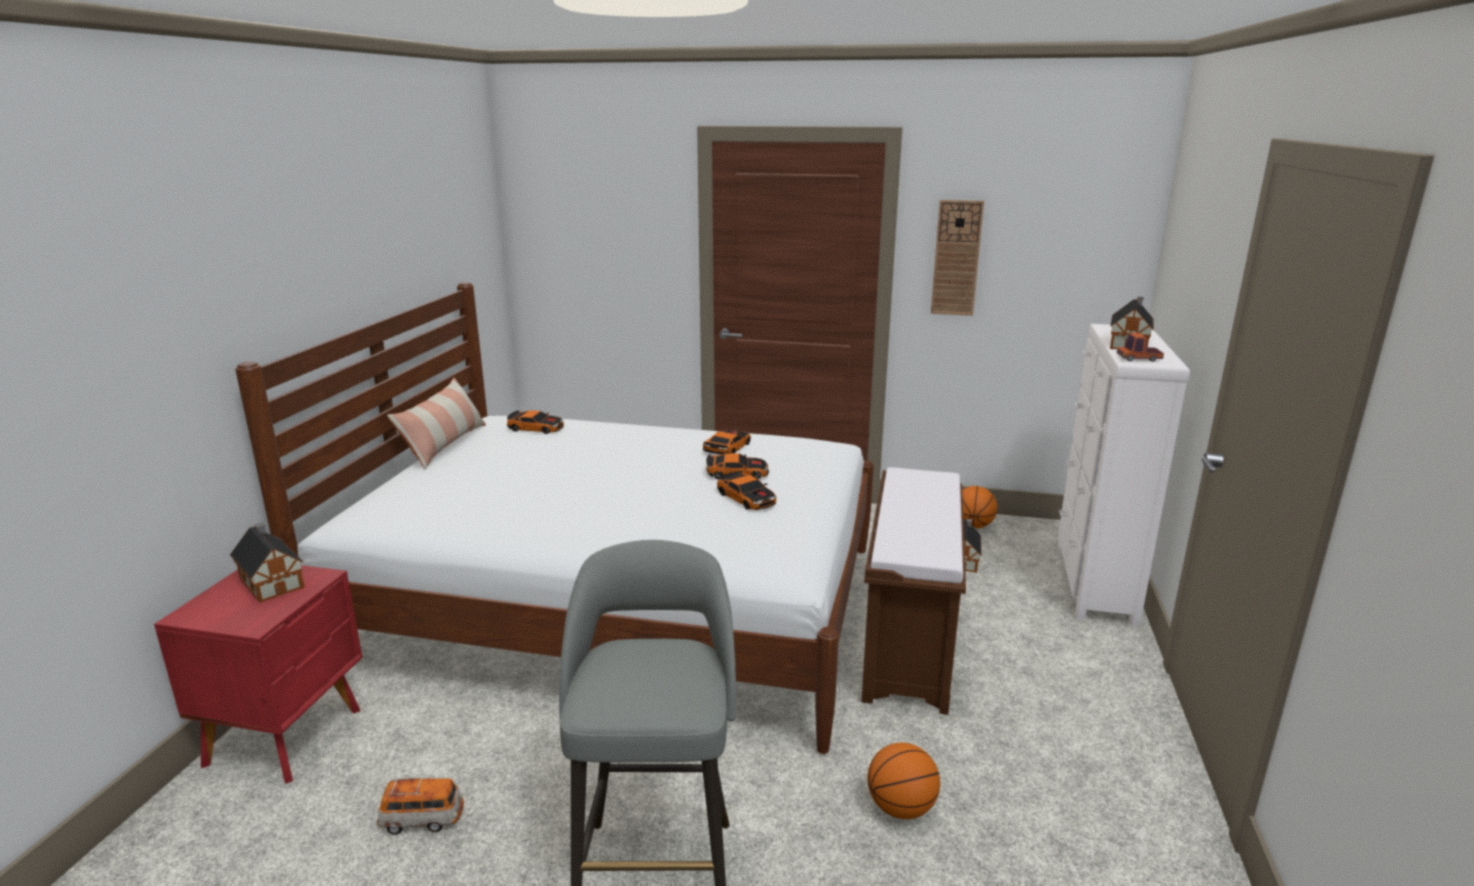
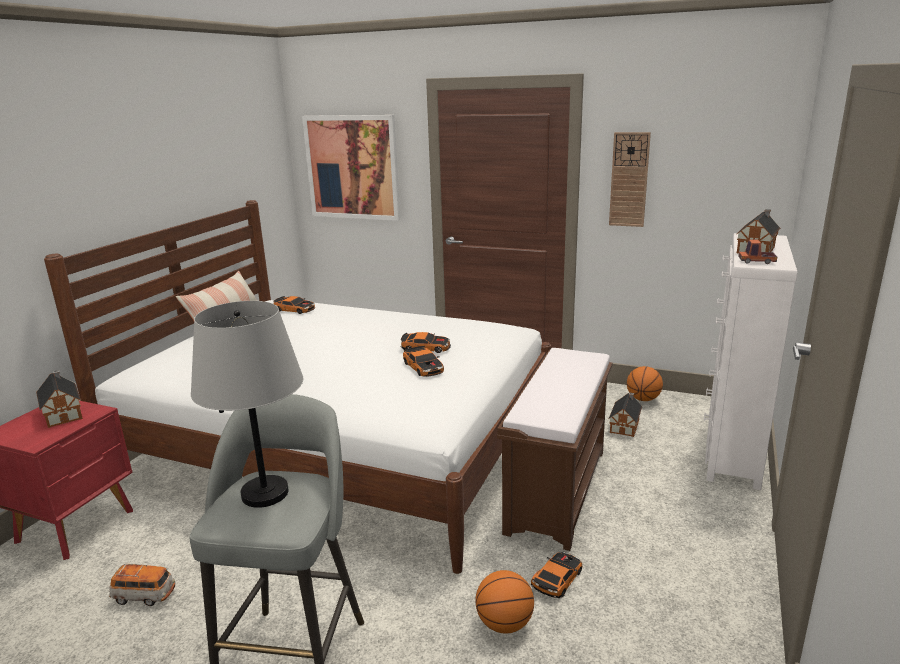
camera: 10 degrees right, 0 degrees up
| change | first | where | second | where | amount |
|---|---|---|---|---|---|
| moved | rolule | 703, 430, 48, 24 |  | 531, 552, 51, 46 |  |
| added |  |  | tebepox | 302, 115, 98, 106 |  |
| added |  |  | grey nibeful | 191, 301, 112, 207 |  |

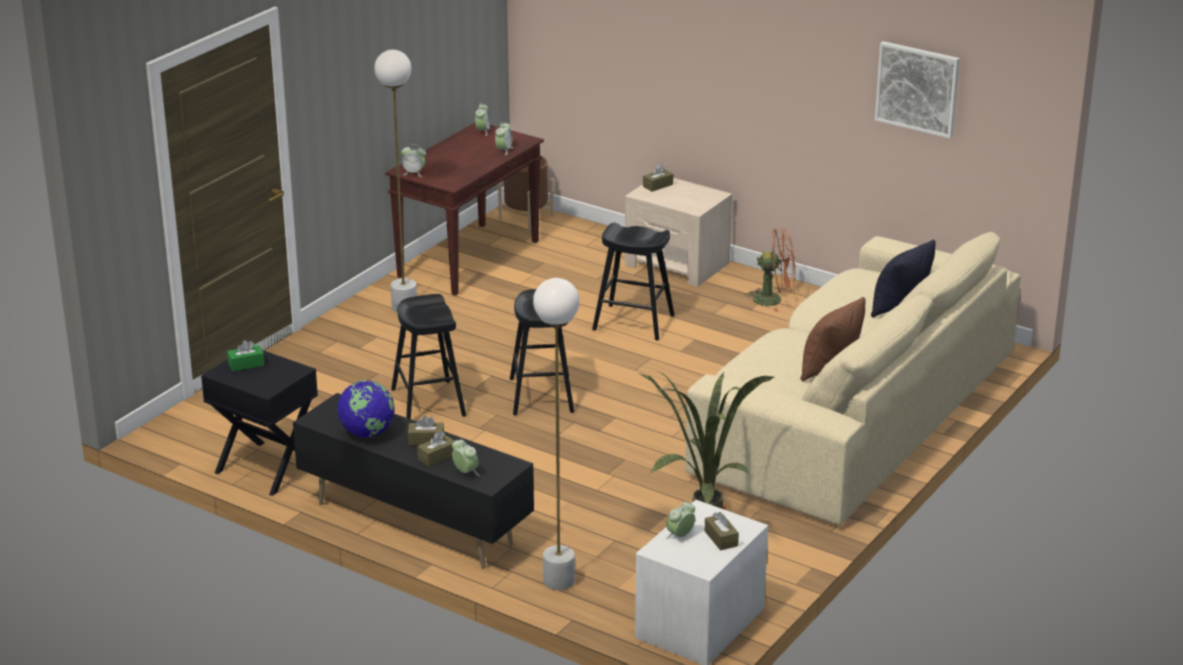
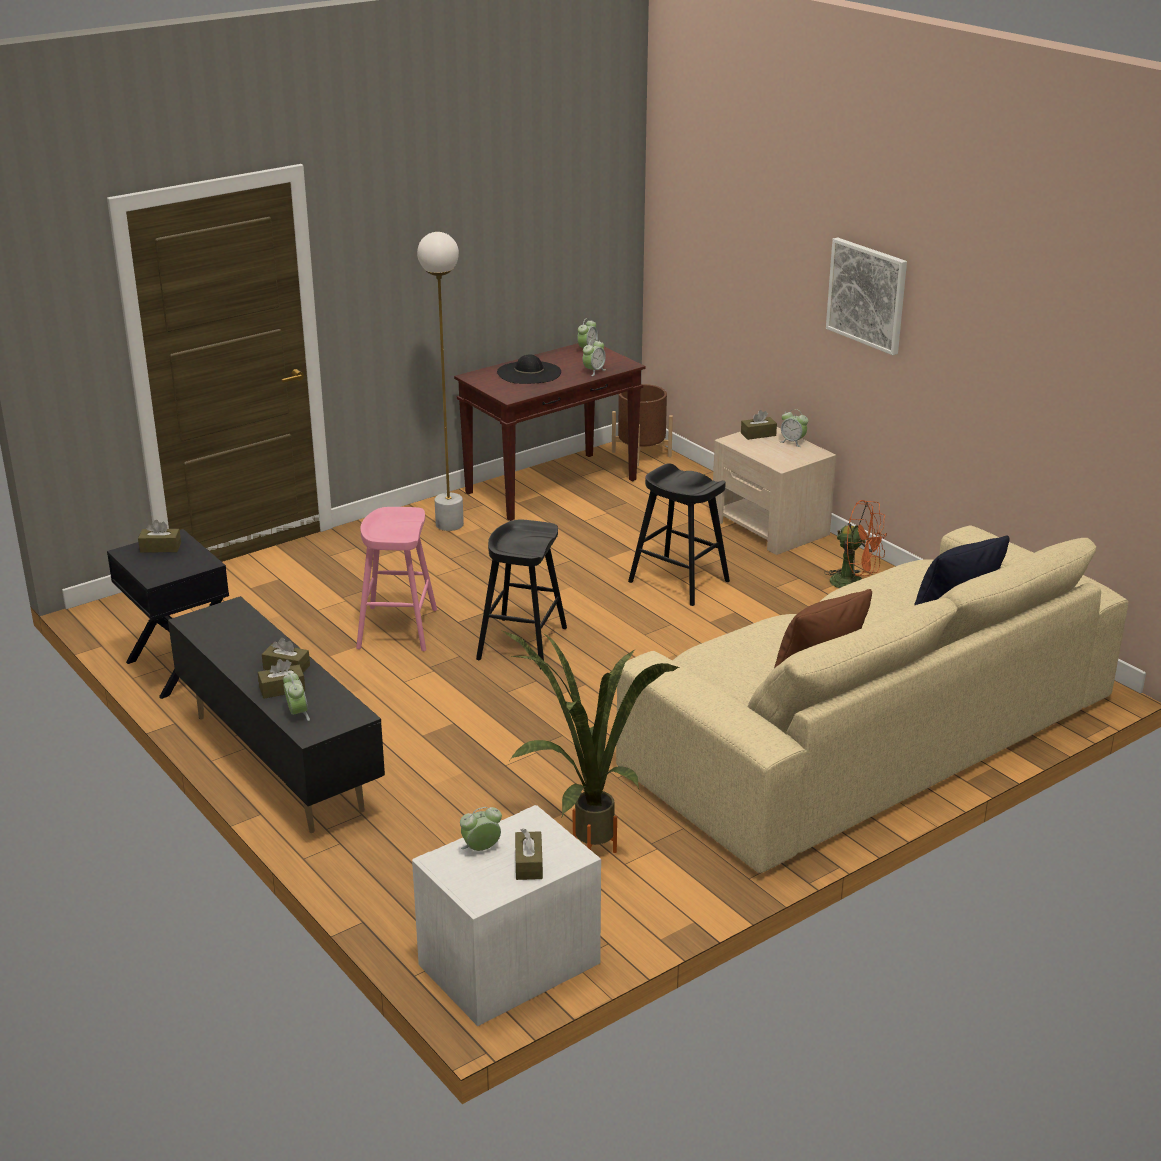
camera: 20 degrees right, 0 degrees up
| change | first | where | second | where | amount |
|---|---|---|---|---|---|
| moved | tebepox | 875, 41, 85, 98 |  | 826, 237, 81, 118 |  |
| moved | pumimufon | 401, 144, 25, 33 |  | 780, 409, 28, 38 |  |
| removed | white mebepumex | 533, 278, 47, 312 |  |  |  |
| recoloured | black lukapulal | 391, 294, 75, 125 | pink lukapulal | 356, 507, 81, 144 |  |
| recoloured | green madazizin | 227, 340, 38, 31 | brown madazizin | 138, 520, 43, 33 |  |
| removed | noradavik | 337, 380, 58, 58 |  |  |  |
| added |  |  | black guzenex | 497, 354, 64, 30 |  |

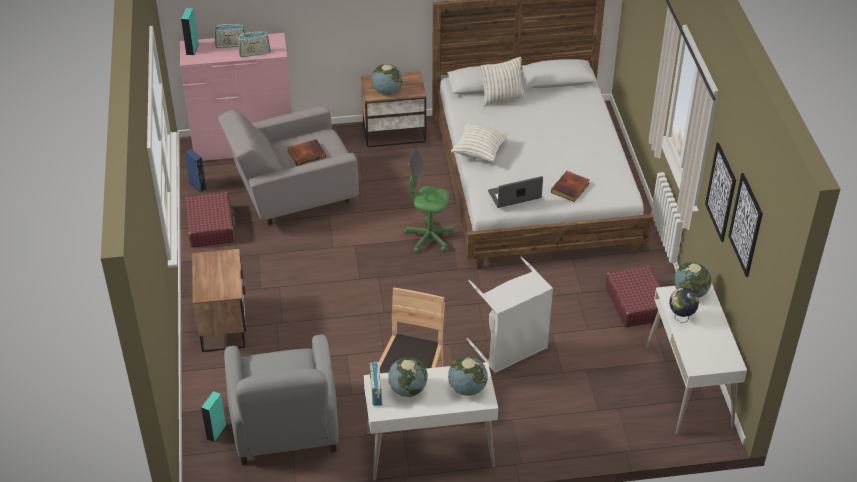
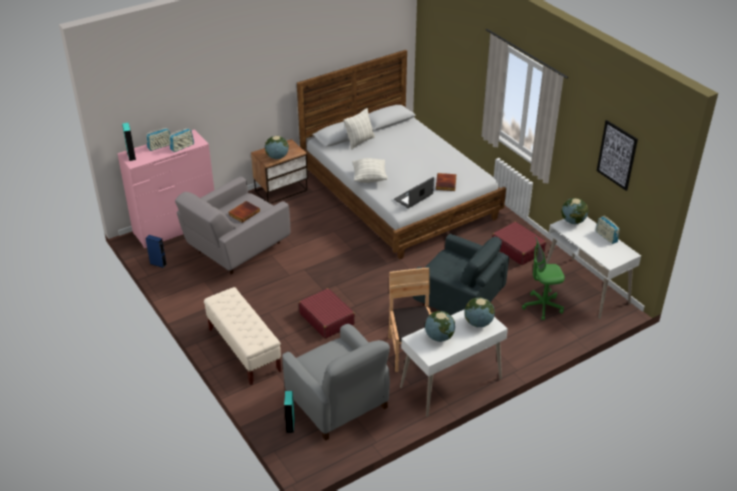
camera: 25 degrees left, 5 degrees down
| change | first | where | second | where | amount |
|---|---|---|---|---|---|
| removed | tebepox | 705, 143, 31, 99 |  |  |  |
| moved | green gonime | 404, 149, 50, 104 |  | 522, 237, 43, 83 |  |
| moved | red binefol | 185, 192, 50, 56 |  | 299, 288, 56, 51 |  |
| replaced | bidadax | 192, 249, 54, 103 | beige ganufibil | 204, 287, 77, 98 |  |
| replaced | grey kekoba | 467, 257, 86, 116 | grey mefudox | 413, 234, 96, 81 |  |
| removed | noradavik | 669, 288, 30, 35 |  |  |  |
| moved | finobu | 369, 362, 13, 44 |  | 596, 215, 24, 29 |  |

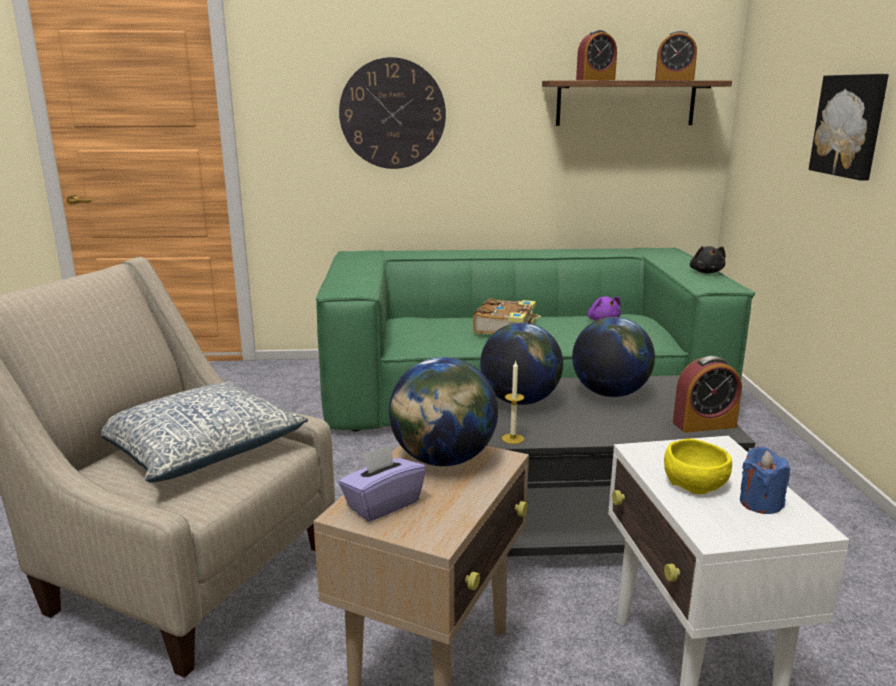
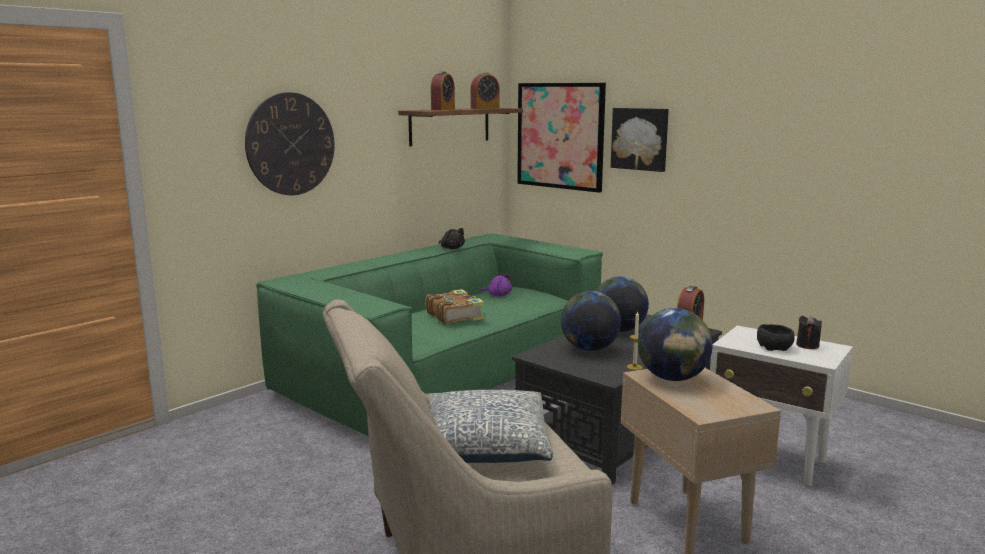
camera: 45 degrees left, 5 degrees down
| change | first | where | second | where | amount |
|---|---|---|---|---|---|
| moved | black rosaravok | 690, 246, 36, 27 |  | 439, 228, 26, 21 |  |
| recoloured | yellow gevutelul | 664, 439, 68, 55 | black gevutelul | 757, 324, 38, 27 |  |
| removed | purple madazizin | 339, 444, 87, 78 |  |  |  |
| recoloured | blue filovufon | 740, 447, 50, 67 | black filovufon | 796, 316, 26, 33 |  |
| added |  |  | tebepox | 517, 83, 89, 110 |  |

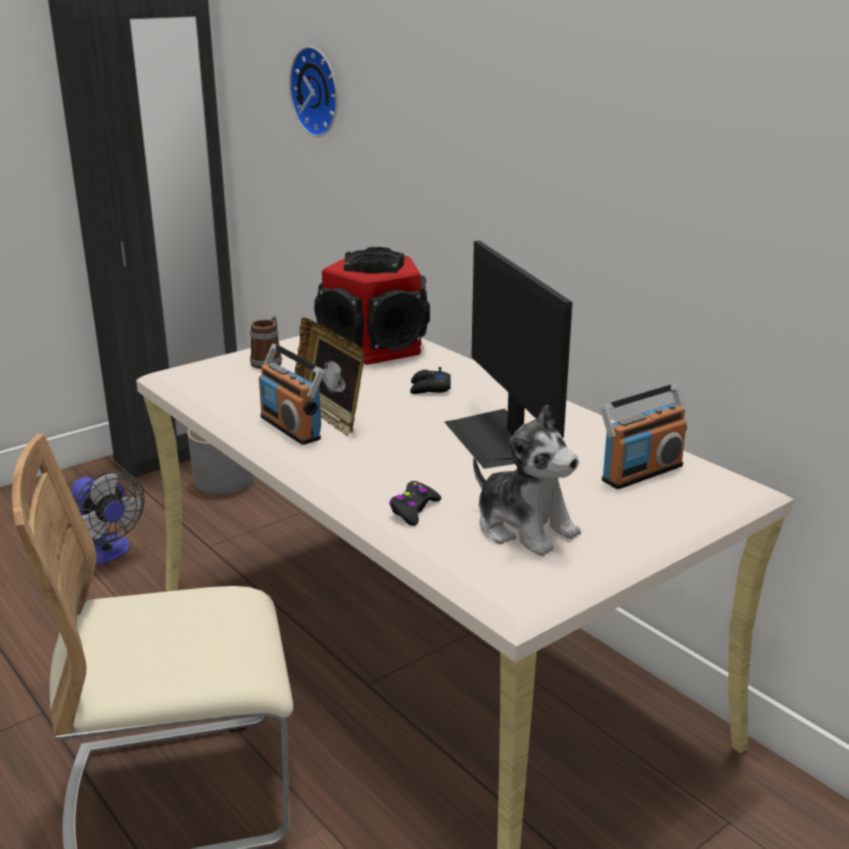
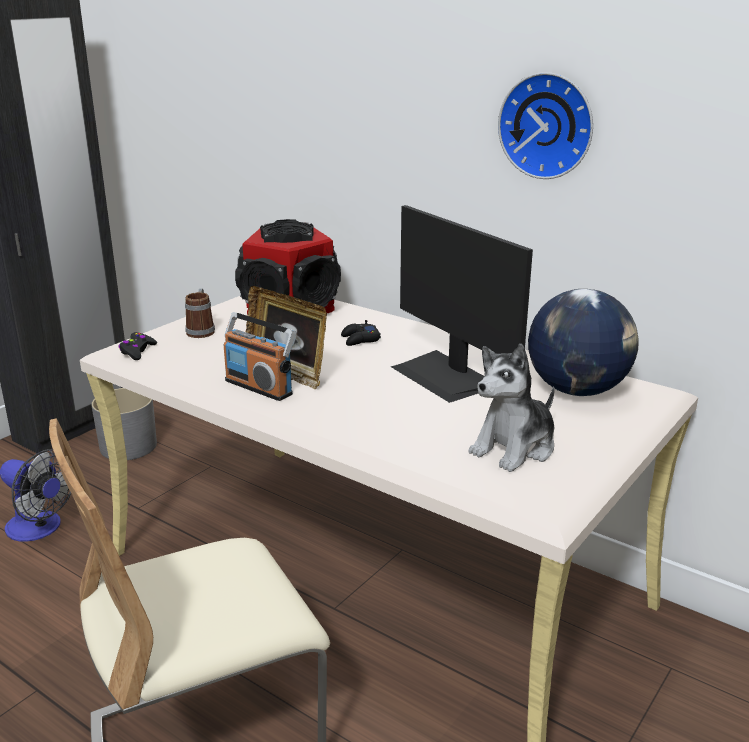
camera: 15 degrees left, 0 degrees up
| change | first | where | second | where | amount |
|---|---|---|---|---|---|
| moved | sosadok | 289, 46, 49, 91 |  | 498, 72, 95, 107 |  |
| replaced | finobu | 601, 384, 86, 105 | noradavik | 528, 289, 111, 107 |  |
| turned | rosaravok | 473, 405, 108, 151 |  | 468, 344, 87, 128 | 105 degrees clockwise |
| moved | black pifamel | 389, 481, 52, 45 |  | 118, 332, 39, 28 |  |

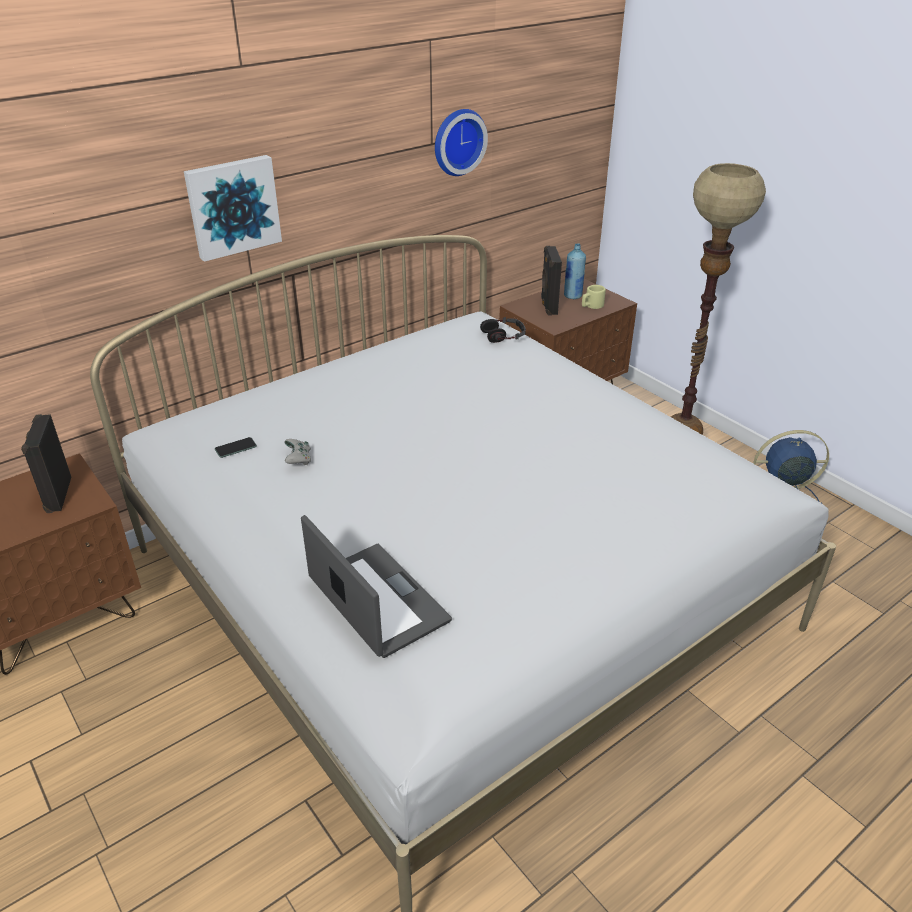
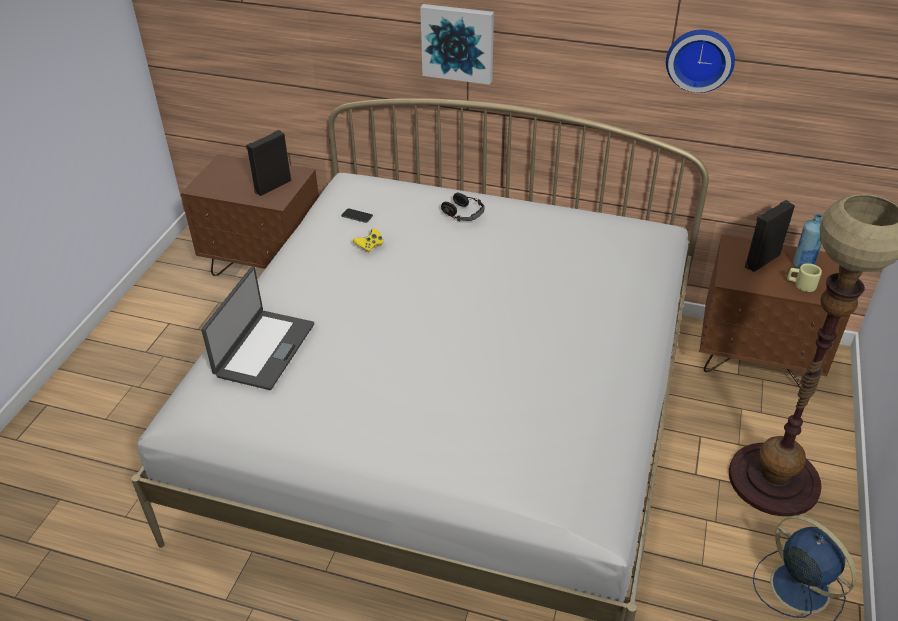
camera: 55 degrees right, 5 degrees up
| change | first | where | second | where | amount |
|---|---|---|---|---|---|
| moved | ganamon | 480, 317, 46, 26 |  | 441, 193, 44, 28 |  |
| recoloured | grey pifamel | 285, 439, 26, 26 | yellow pifamel | 353, 228, 31, 25 |  |

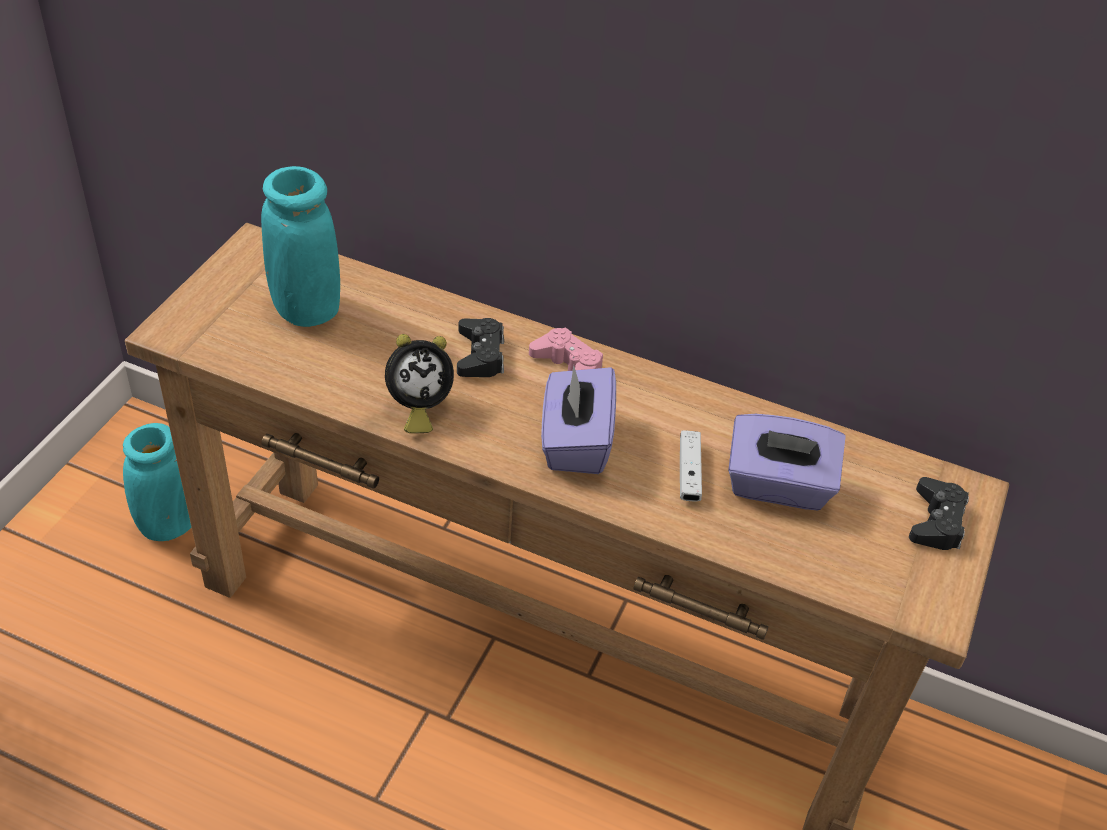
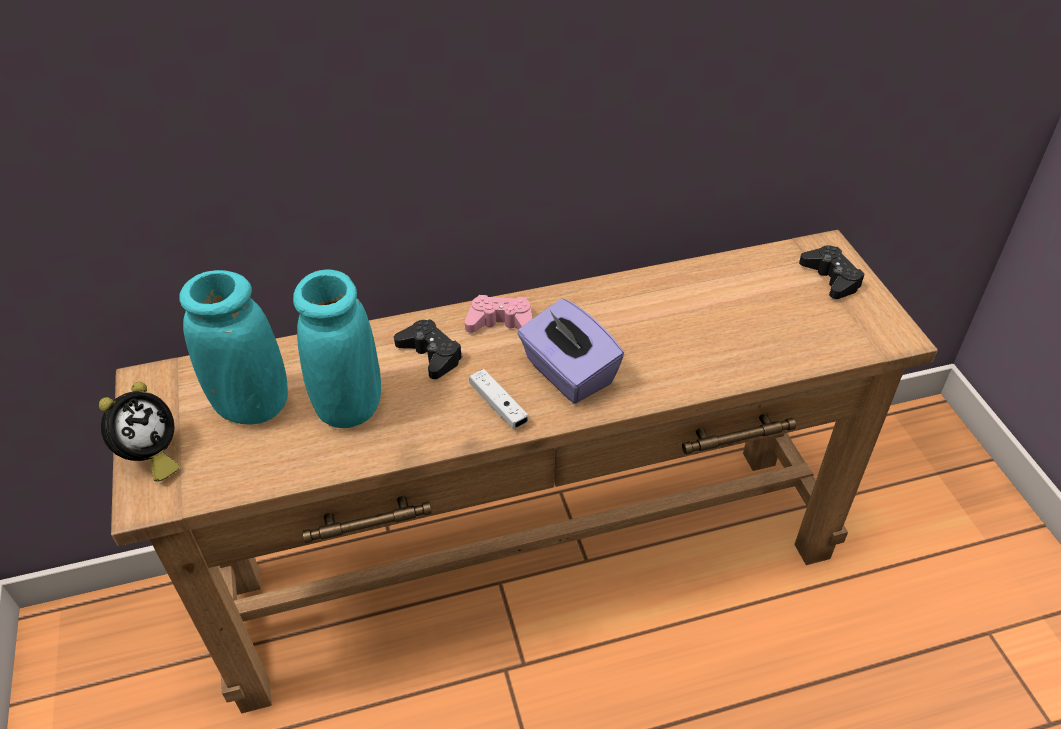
camera: 35 degrees left, 0 degrees up
| change | first | where | second | where | amount |
|---|---|---|---|---|---|
| moved | pumimufon | 385, 334, 69, 99 |  | 98, 382, 82, 100 |  |
| removed | purple madazizin | 728, 414, 118, 97 |  |  |  |
| moved | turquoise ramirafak | 123, 423, 69, 118 |  | 293, 269, 88, 159 |  |
| moved | white pifamel | 680, 430, 22, 72 |  | 469, 369, 60, 60 |  |

